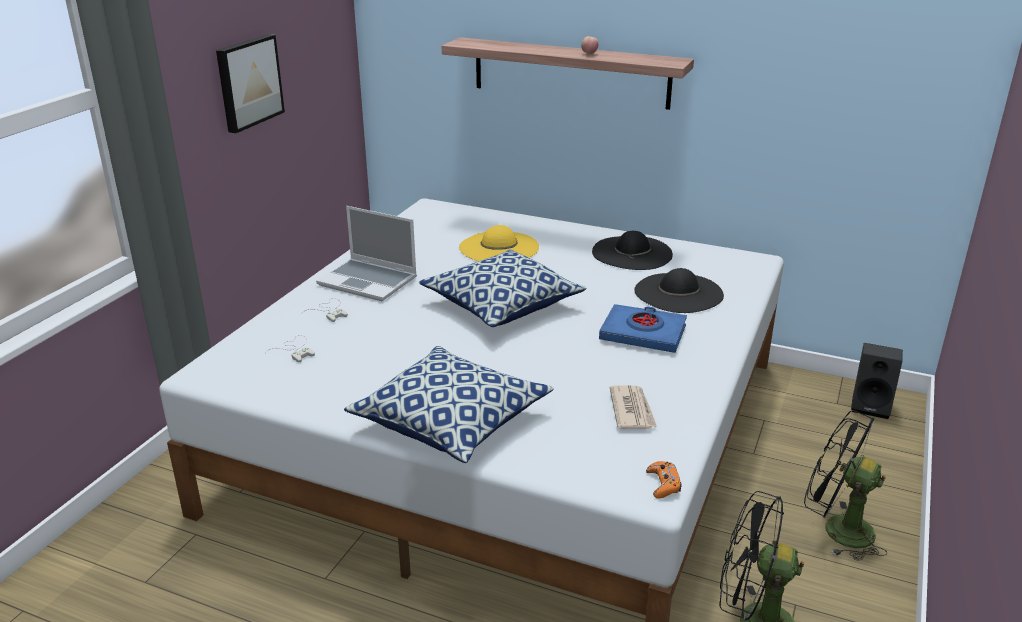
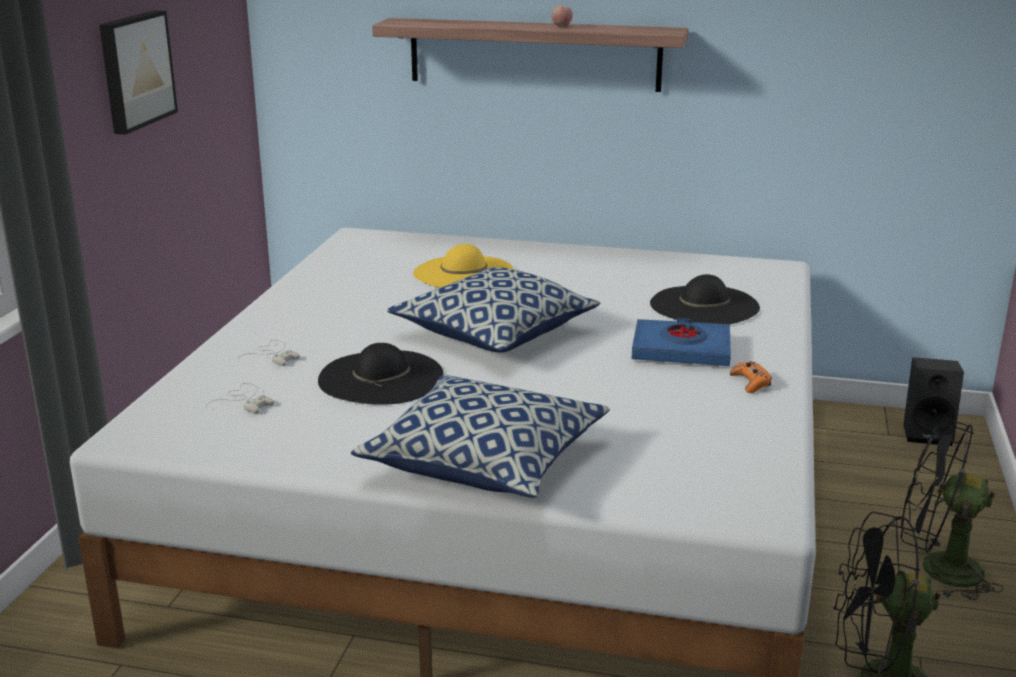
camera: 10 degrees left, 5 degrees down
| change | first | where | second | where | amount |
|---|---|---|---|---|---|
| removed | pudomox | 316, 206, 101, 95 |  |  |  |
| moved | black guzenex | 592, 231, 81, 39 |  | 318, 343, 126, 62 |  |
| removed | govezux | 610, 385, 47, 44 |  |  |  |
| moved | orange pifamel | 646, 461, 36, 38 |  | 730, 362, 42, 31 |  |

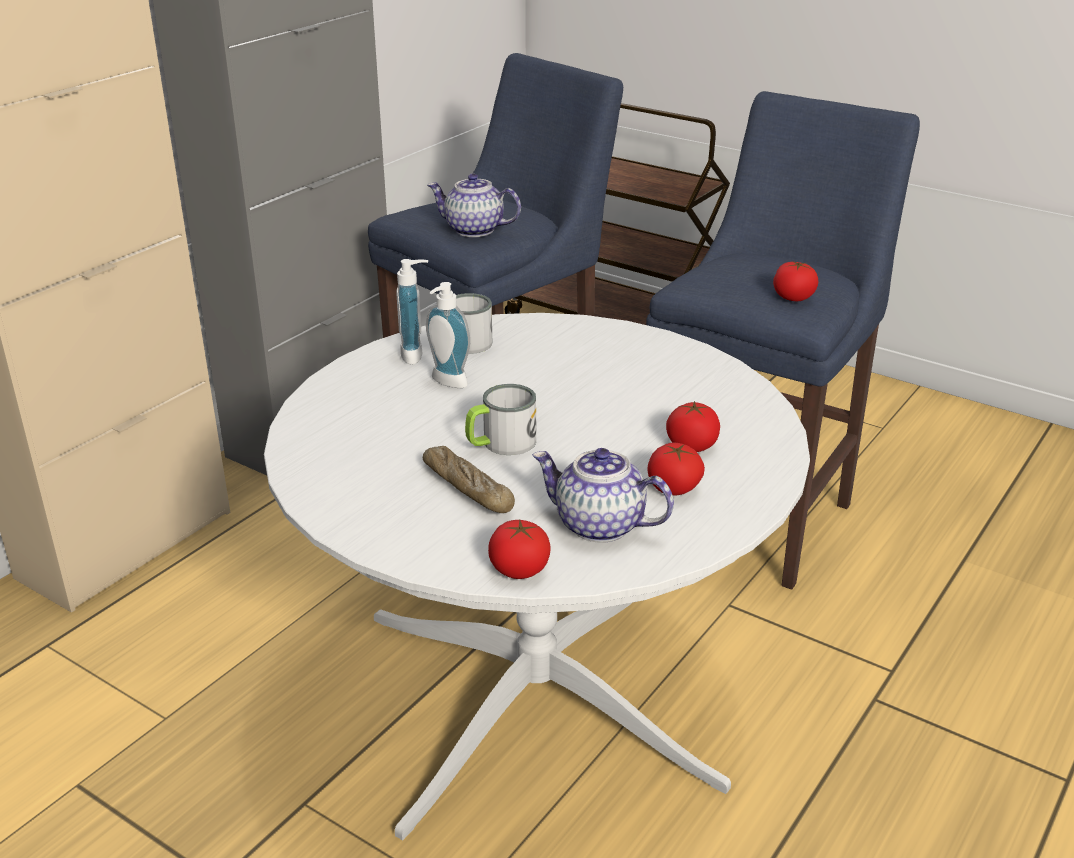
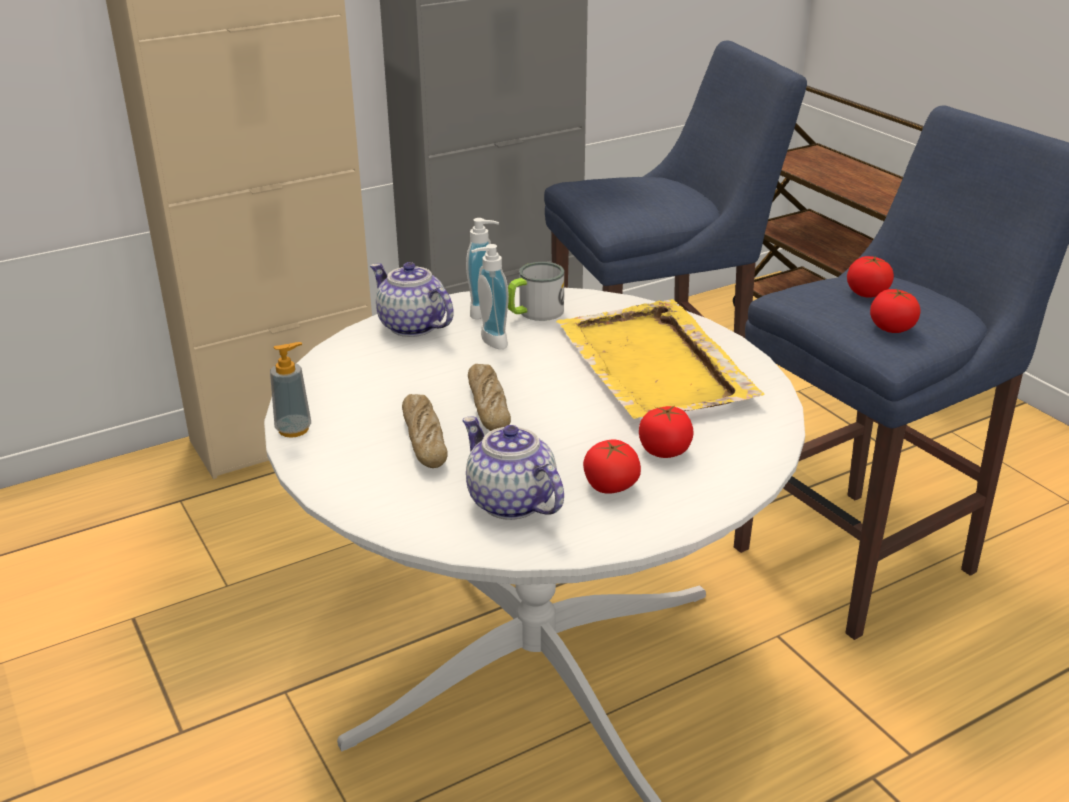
camera: 25 degrees right, 0 degrees up
| change | first | where | second | where | amount |
|---|---|---|---|---|---|
| moved | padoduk | 427, 173, 94, 64 |  | 370, 262, 84, 75 |  |
| replaced | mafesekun | 465, 384, 71, 71 | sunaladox | 468, 364, 43, 67 |  |
| moved | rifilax | 488, 520, 63, 59 |  | 847, 256, 47, 42 |  |
| added |  |  | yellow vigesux | 556, 299, 209, 120 |  |
| added |  |  | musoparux | 270, 342, 41, 96 |  |

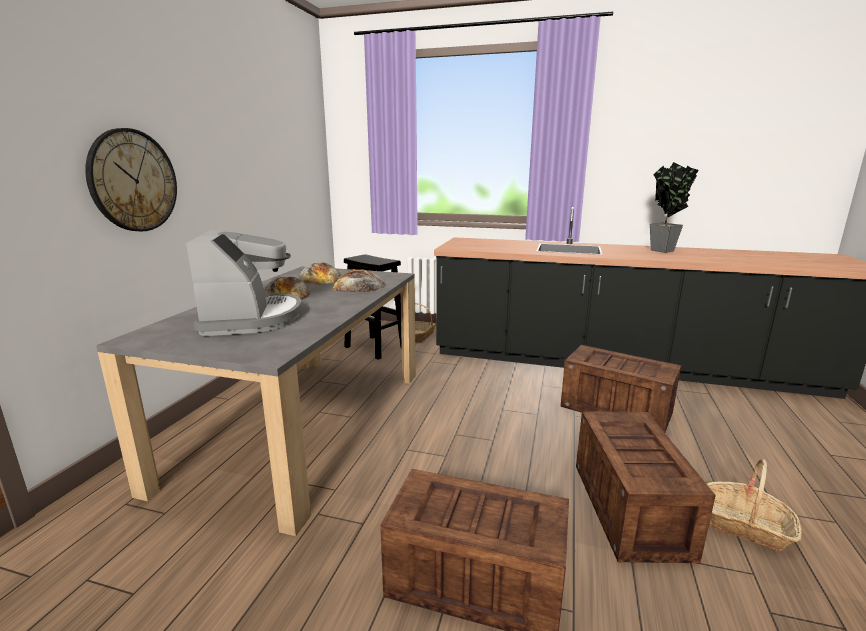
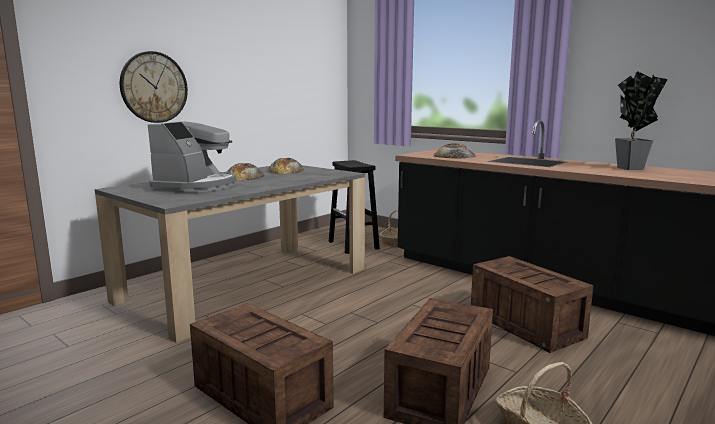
camera: 25 degrees right, 5 degrees down
| change | first | where | second | where | amount |
|---|---|---|---|---|---|
| moved | sunaladox | 333, 269, 54, 23 |  | 434, 143, 42, 16 |  |

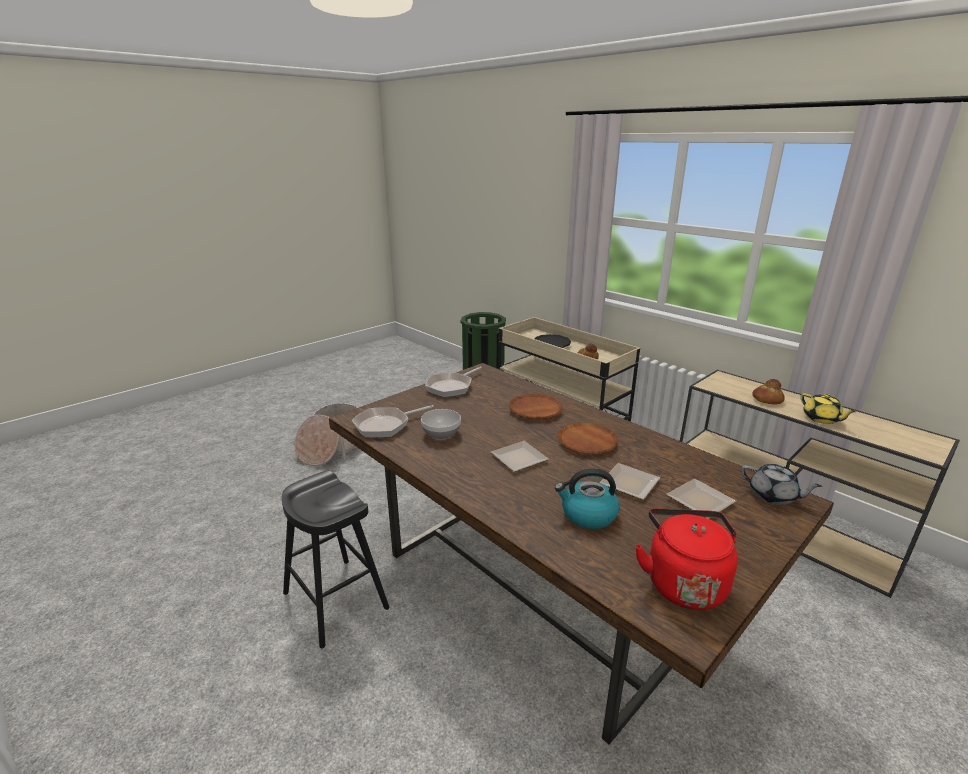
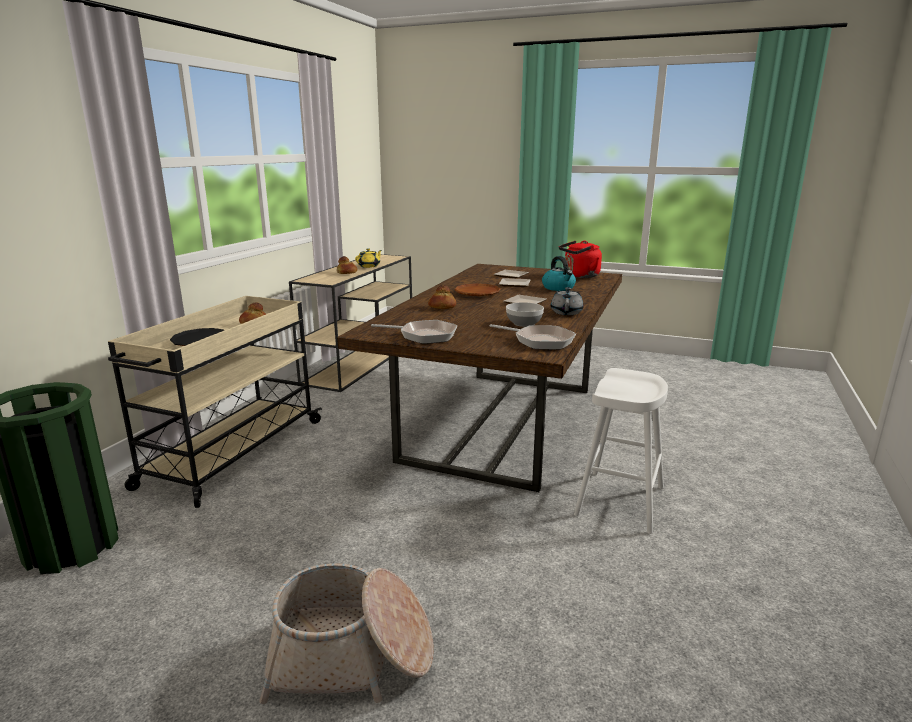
camera: 115 degrees left, 5 degrees down
| change | first | where | second | where | amount |
|---|---|---|---|---|---|
| replaced | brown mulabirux | 510, 394, 53, 25 | sunaladox | 428, 285, 28, 24 |  |
| moved | grey padoduk | 741, 464, 81, 41 |  | 551, 287, 33, 28 |  |
| recoloured | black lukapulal | 282, 471, 107, 177 | white lukapulal | 574, 368, 94, 166 |  |

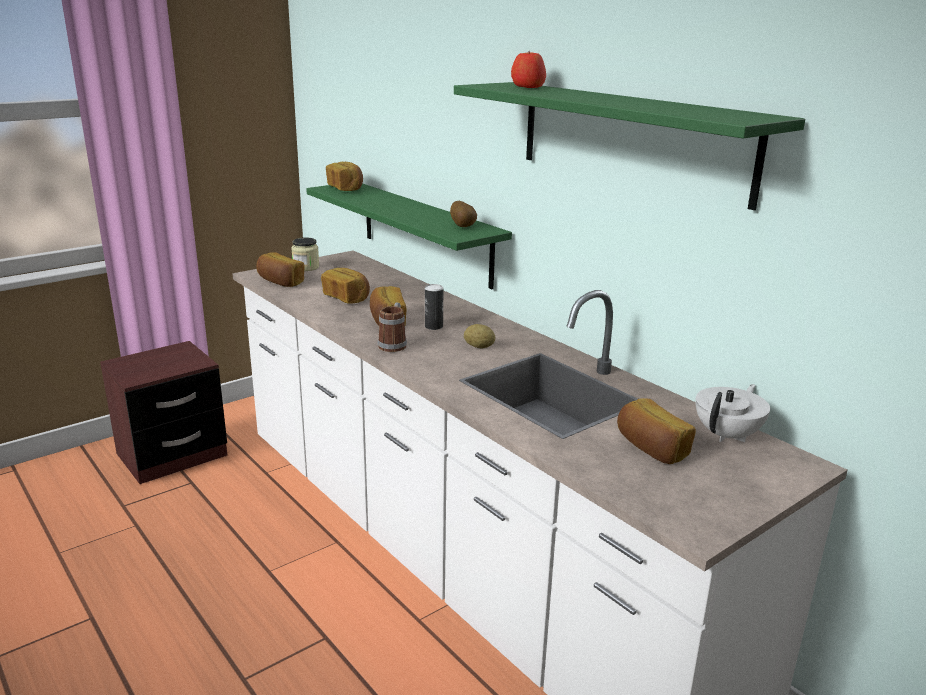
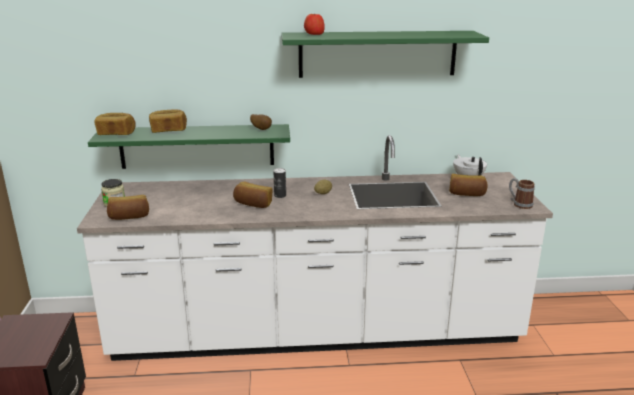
camera: 55 degrees left, 0 degrees up
| change | first | where | second | where | amount |
|---|---|---|---|---|---|
| moved | sunaladox | 321, 268, 49, 36 |  | 149, 109, 38, 24 |  |
| moved | mafesekun | 378, 302, 29, 50 |  | 509, 178, 26, 31 |  |

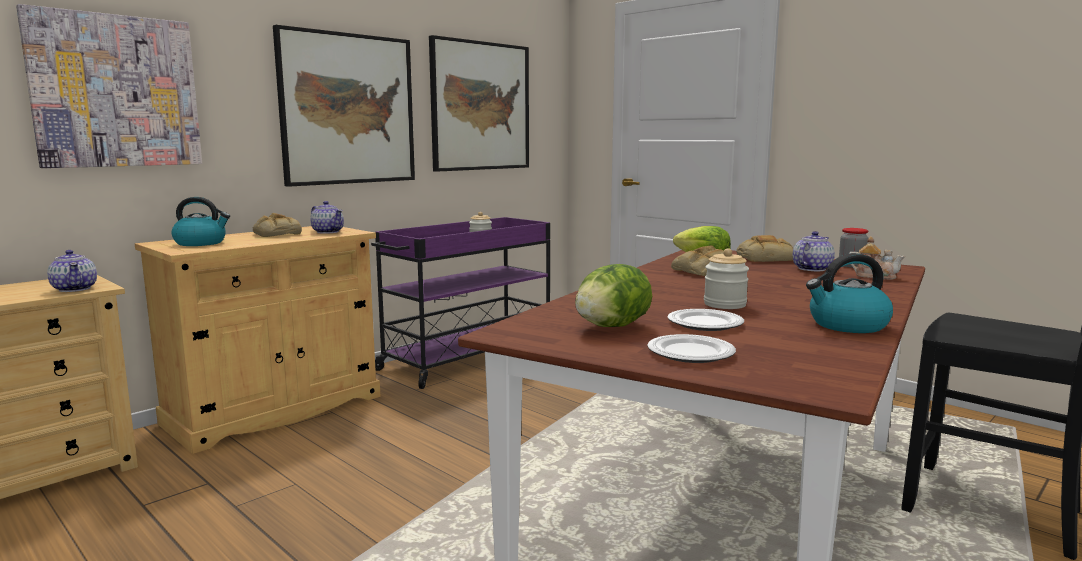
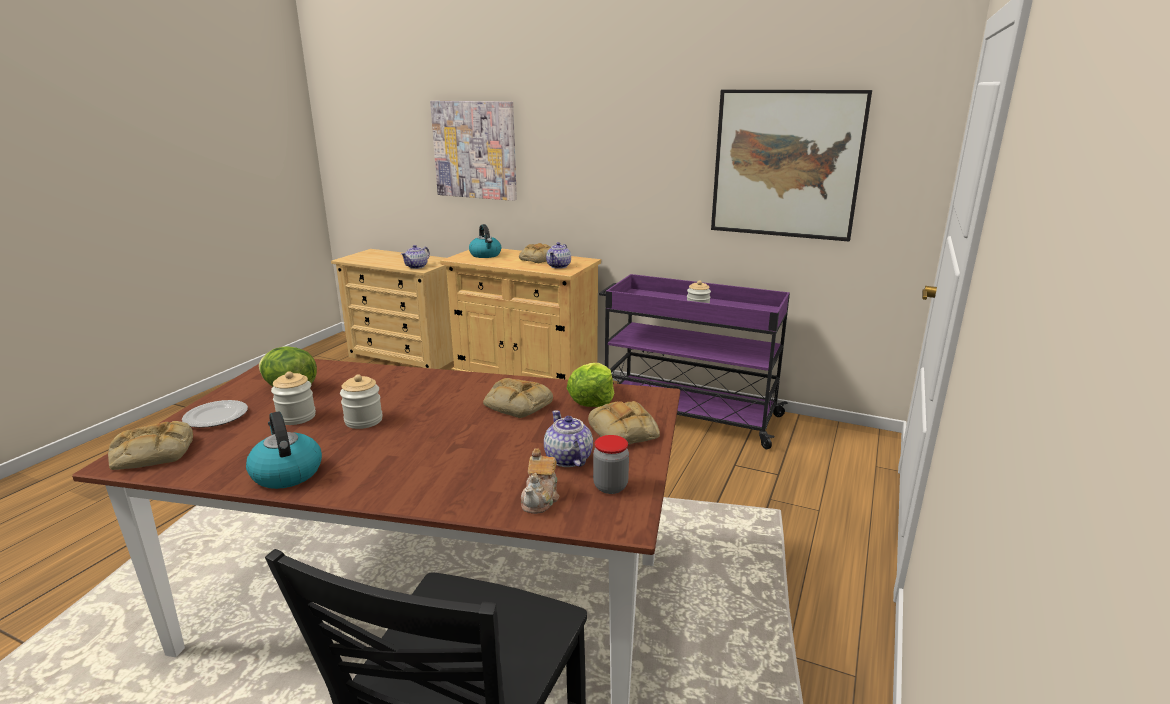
camera: 70 degrees right, 10 degrees up
| change | first | where | second | where | amount |
|---|---|---|---|---|---|
| removed | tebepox | 273, 25, 142, 162 |  |  |  |
| turned | padoduk | 793, 231, 42, 40 |  | 544, 410, 49, 57 | 135 degrees counterclockwise |
| replaced | mulabirux | 667, 309, 77, 22 | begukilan | 271, 371, 45, 54 |  |
| added |  |  | sunaladox | 108, 421, 85, 49 |  |

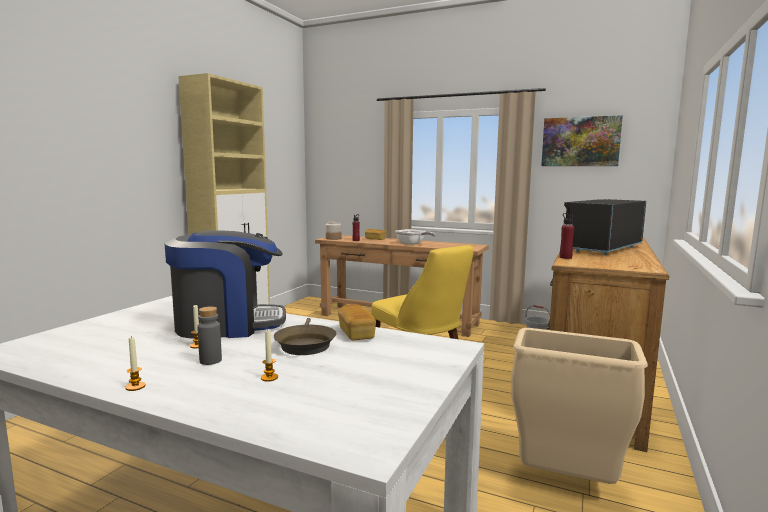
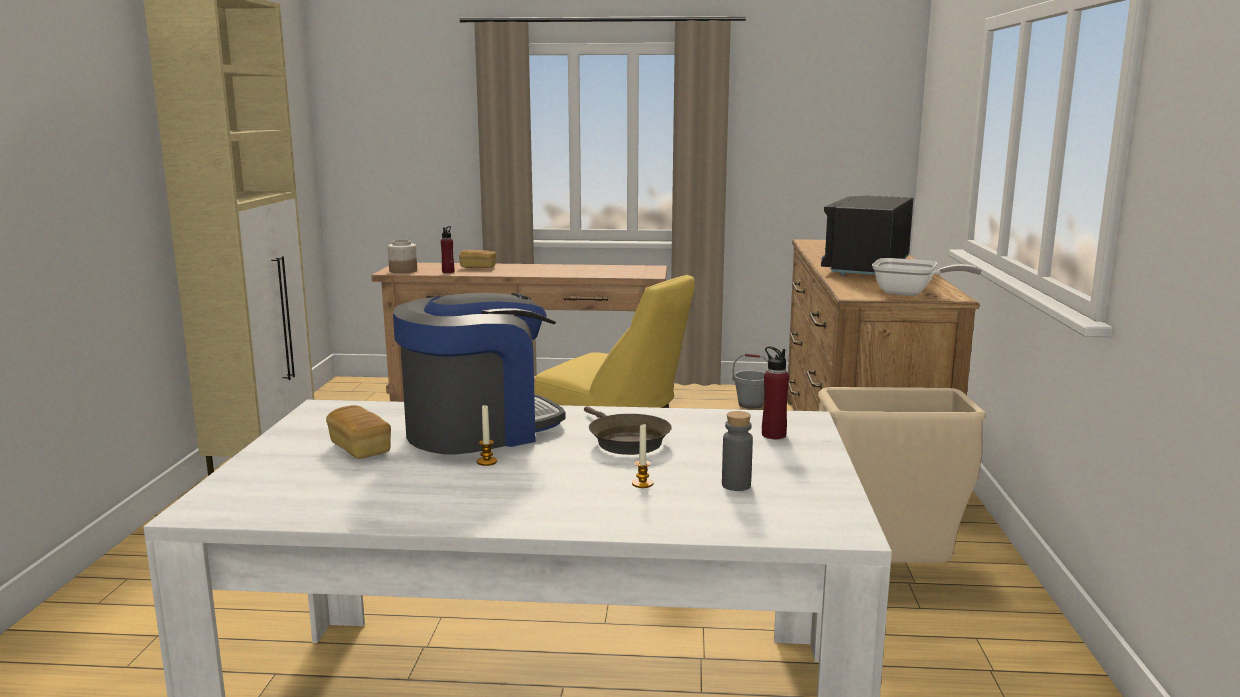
camera: 20 degrees left, 5 degrees up
| change | first | where | second | where | amount |
|---|---|---|---|---|---|
| removed | tebepox | 541, 115, 82, 51 |  |  |  |
| moved | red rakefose | 559, 213, 15, 46 |  | 762, 346, 27, 93 |  |
| moved | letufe | 395, 229, 41, 16 |  | 872, 258, 110, 38 |  |
| moved | sunaladox | 338, 304, 38, 36 |  | 326, 405, 65, 54 |  |
| moved | grey rakefose | 197, 307, 25, 58 |  | 722, 411, 31, 80 |  |
| removed | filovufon | 125, 336, 21, 55 |  |  |  |

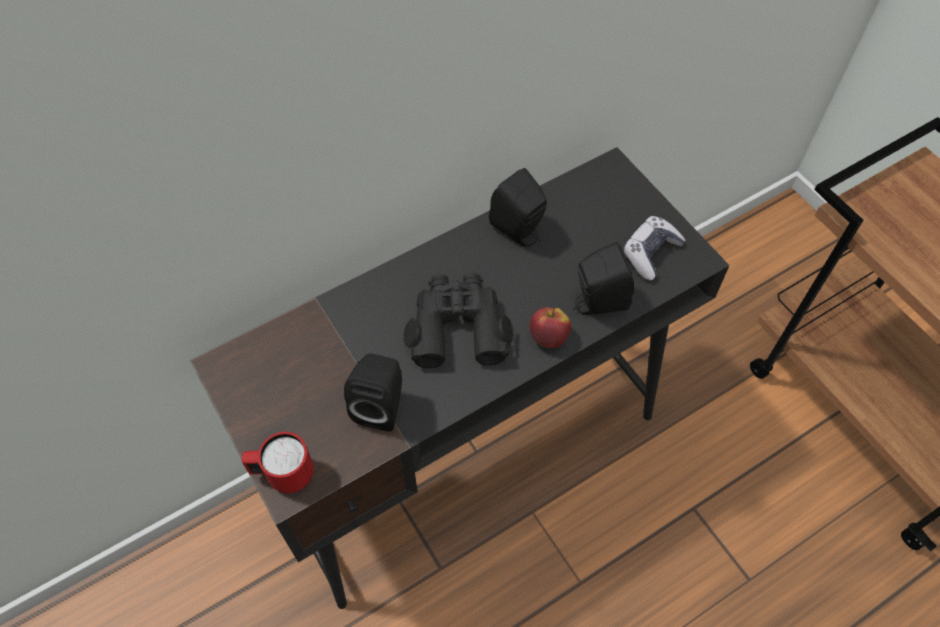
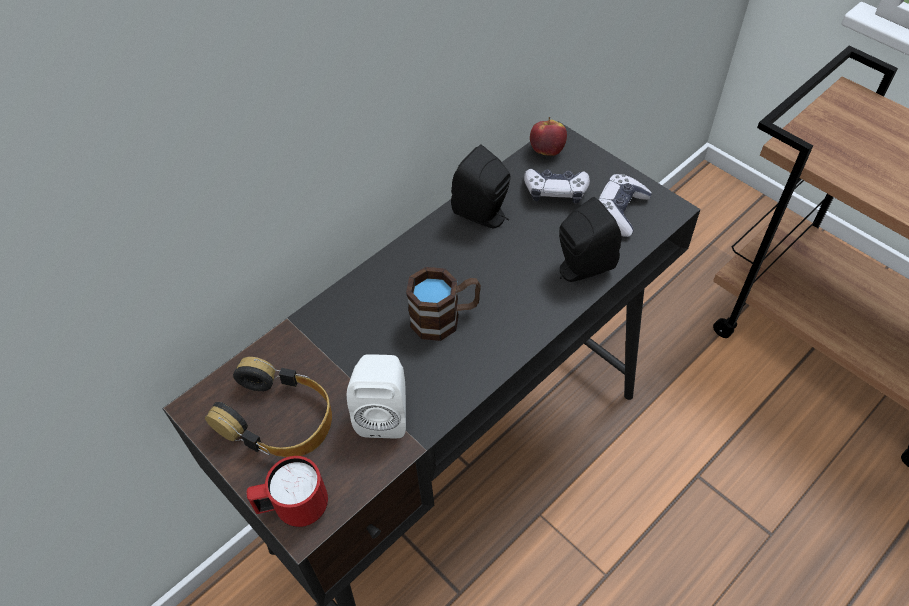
camera: 10 degrees left, 5 degrees down
| change | first | where | second | where | amount |
|---|---|---|---|---|---|
| replaced | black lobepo | 403, 273, 111, 95 | brown mafesekun | 406, 267, 75, 74 |  |
| moved | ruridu | 529, 307, 42, 41 |  | 530, 117, 37, 39 |  |
| recoloured | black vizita | 344, 353, 58, 79 | white vizita | 347, 354, 59, 84 |  |
| added |  |  | pifamel | 524, 169, 66, 34 |  |
| added |  |  | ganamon | 205, 357, 127, 100 |  |

